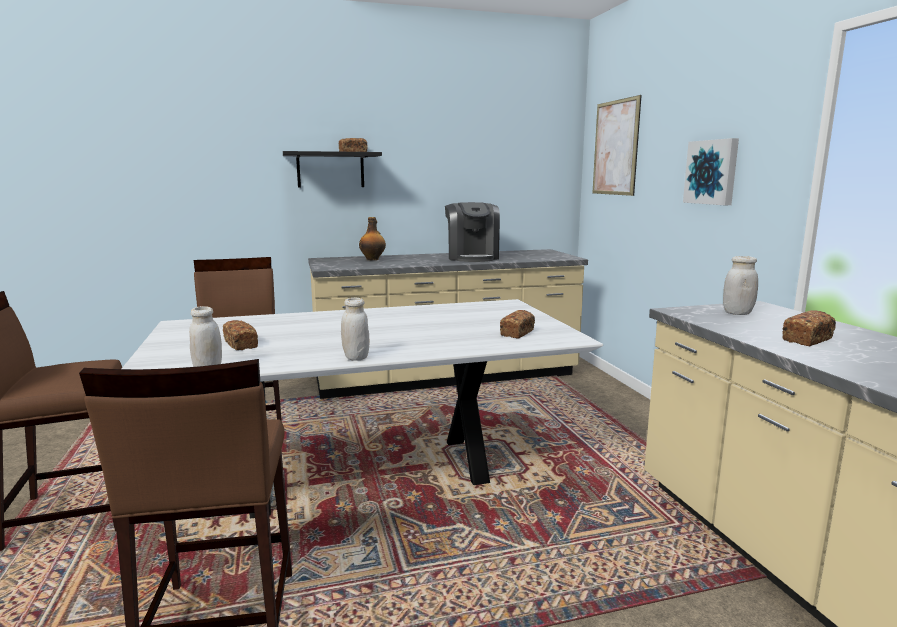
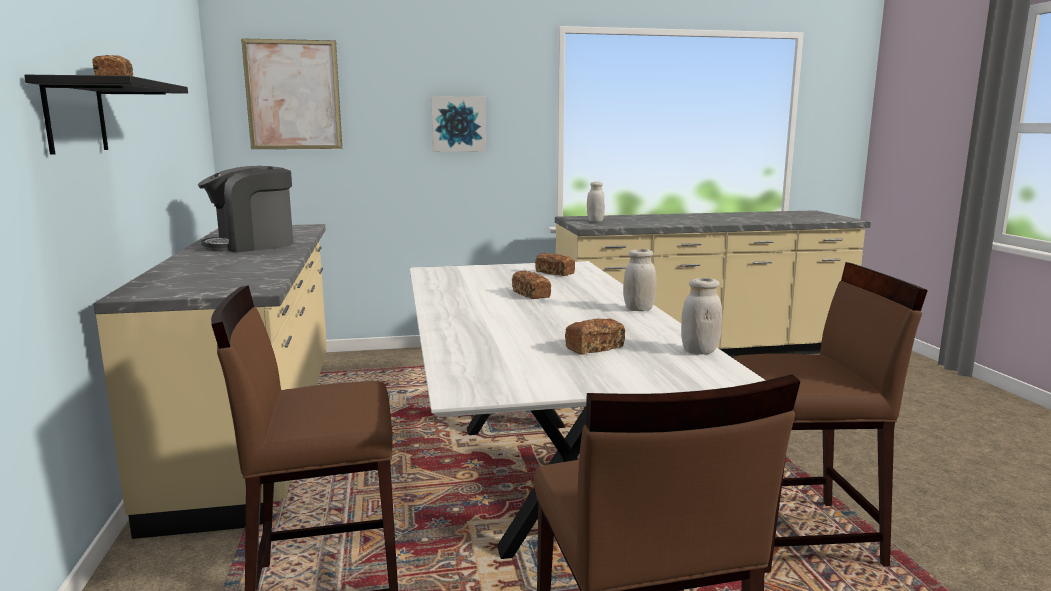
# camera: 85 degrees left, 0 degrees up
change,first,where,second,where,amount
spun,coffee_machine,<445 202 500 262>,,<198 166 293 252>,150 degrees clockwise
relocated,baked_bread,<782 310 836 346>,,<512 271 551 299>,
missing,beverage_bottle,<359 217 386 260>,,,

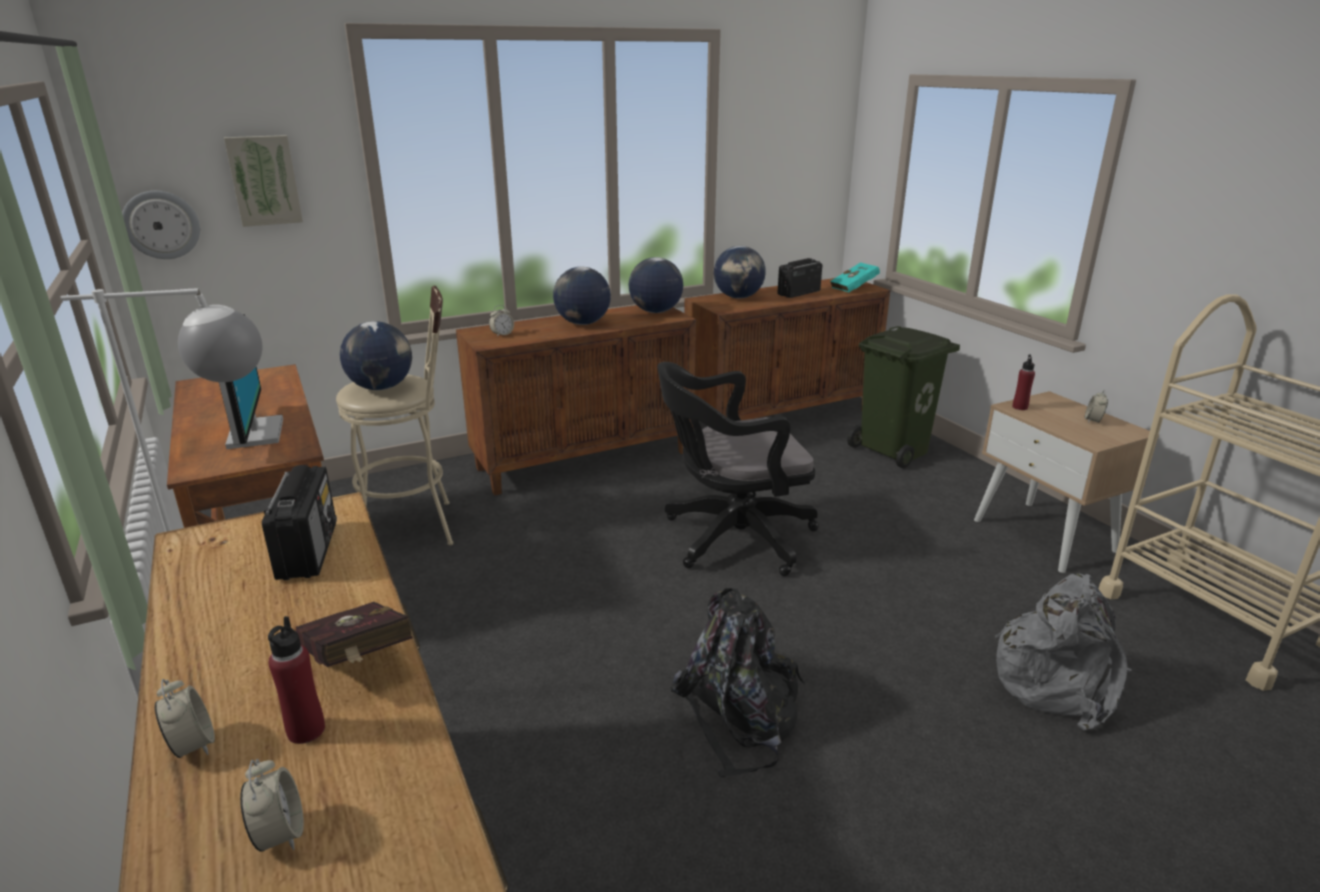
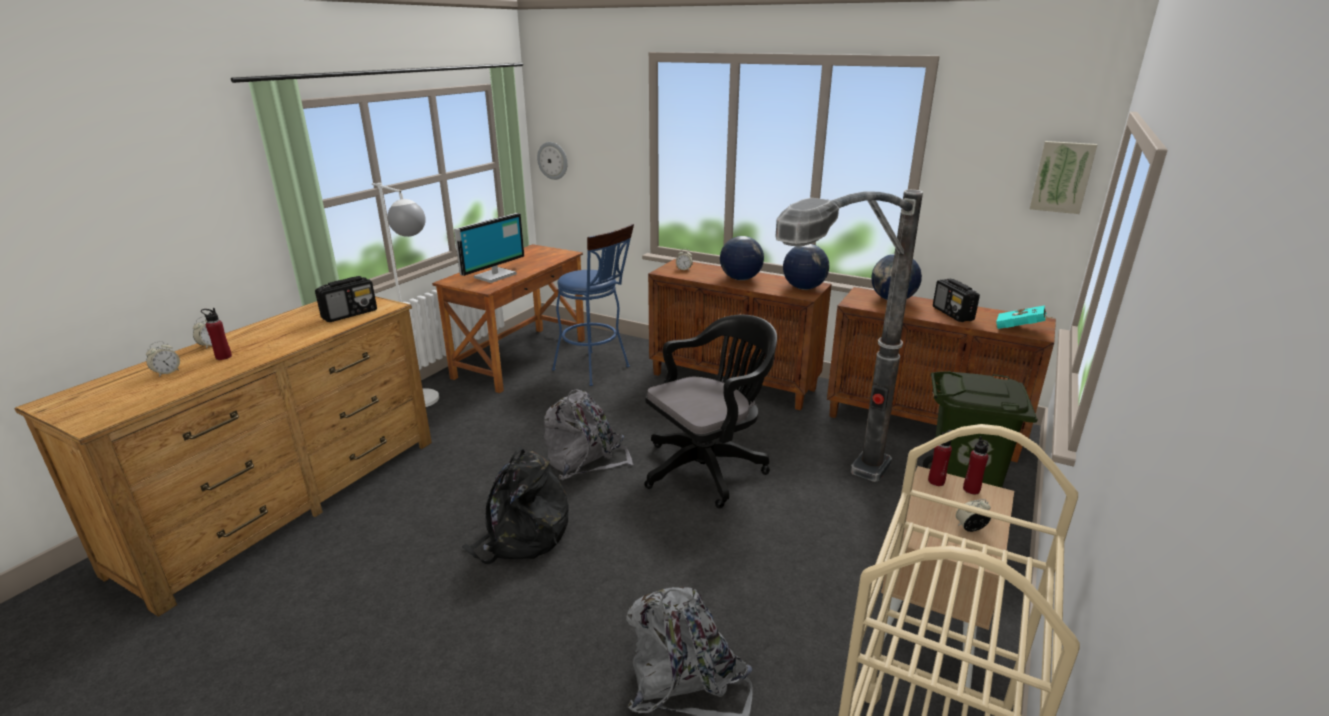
# camera: 55 degrees right, 0 degrees up
change,first,where,second,where,amount
appeared,,,grey_rucksack,<544 390 633 480>,
colour,sand-coloured_stool_seat,<336 286 453 545>,blue_stool_seat,<552 224 634 386>,
spun,black-coloured_office_chair,<657 362 819 576>,,<644 314 777 509>,105 degrees clockwise
appeared,,,standing_lamp,<776 190 923 482>,
spun,radio_receiver,<777 258 822 298>,,<933 279 980 322>,120 degrees counterclockwise
appeared,,,reddish_beverage_bottle,<963 436 989 494>,
relocated,wall_art,<224 135 303 227>,,<1030 141 1097 214>,
missing,reddish_bound_book,<296 602 413 667>,,,
missing,globe,<340 321 412 390>,,,

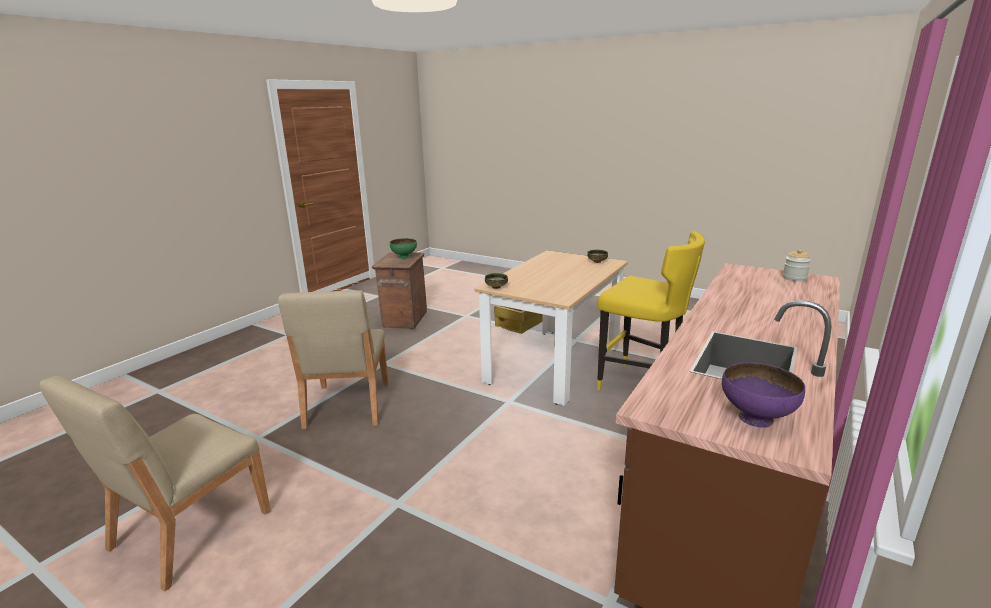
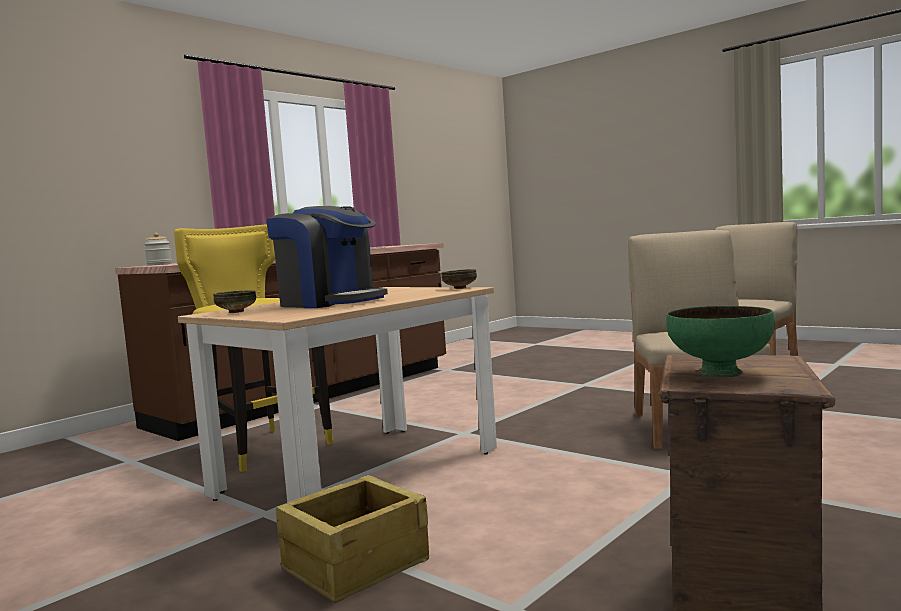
# camera: 170 degrees left, 15 degrees down
change,first,where,second,where,amount
appeared,,,coffee_machine,<266 206 388 308>,
missing,purple-coloured_serving_bowl,<722 362 805 428>,,,

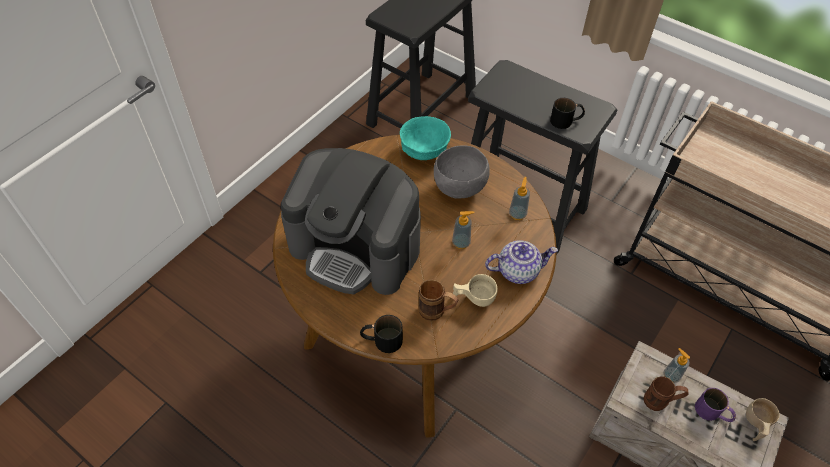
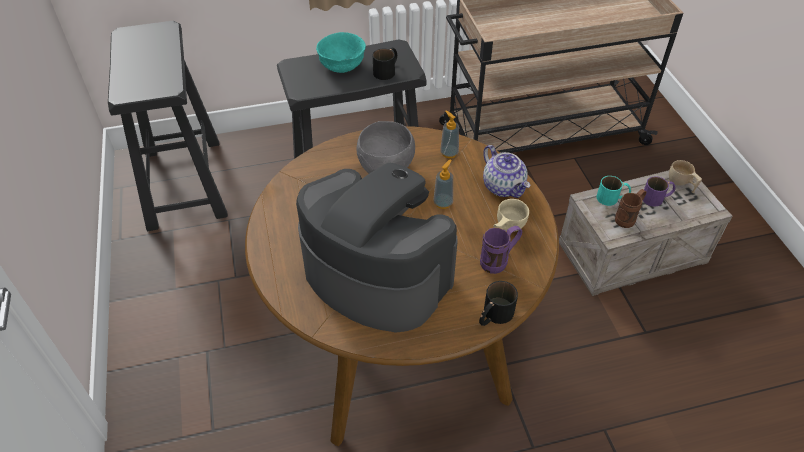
# camera: 50 degrees left, 5 degrees down
change,first,where,second,where,amount
spun,coffee_machine,<281 148 421 295>,,<296 163 458 333>,120 degrees counterclockwise
relocated,turquoise-coloured_serving_bowl,<400 116 451 160>,,<316 32 366 73>,
colour,brownish_coffee_mug,<419 280 458 321>,purple-coloured_coffee_mug,<480 226 522 274>,
spun,pot_for_tea,<485 240 558 284>,,<483 145 530 198>,120 degrees clockwise
exchanged,soap_bottle,<664 348 690 383>,turquoise-coloured_coffee_mug,<596 176 631 206>,

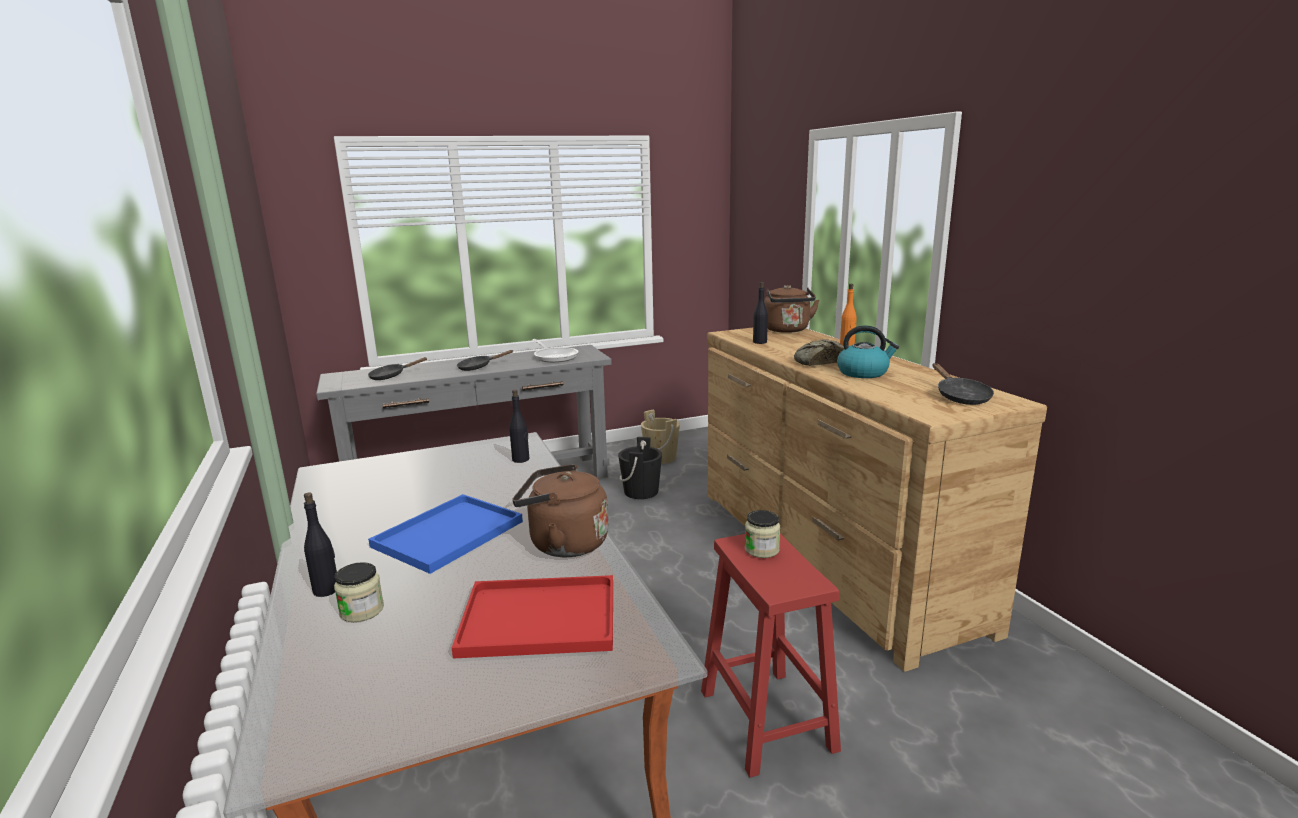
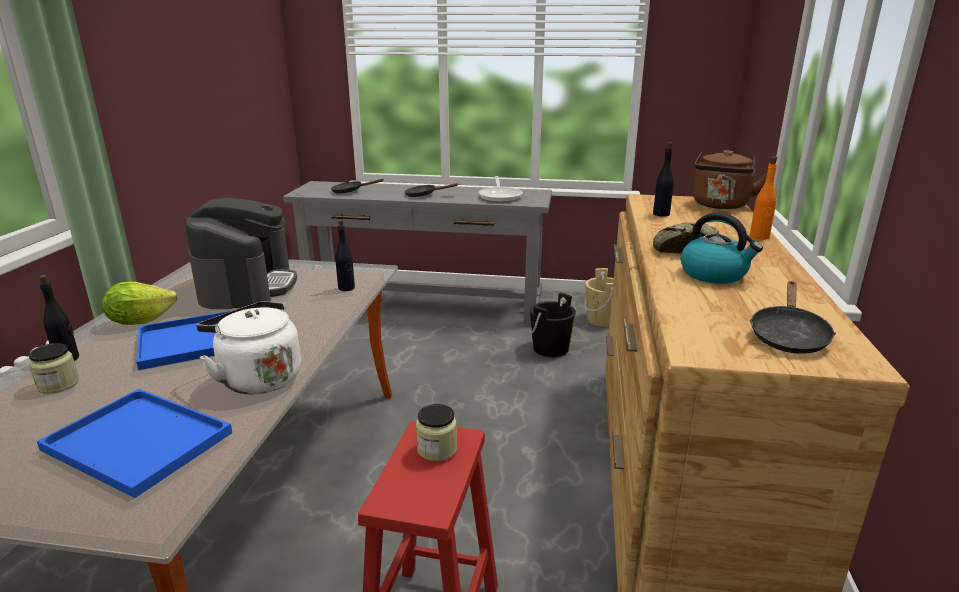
# camera: 30 degrees right, 5 degrees up
change,first,where,second,where,amount
colour,reddish_carrying_tray,<452 575 613 659>,blue_carrying_tray,<37 389 232 498>,
appeared,,,lettuce_head,<102 282 177 325>,
appeared,,,coffee_machine,<185 198 297 309>,
colour,brownish_kettle,<512 464 609 557>,white_kettle,<196 301 301 395>,

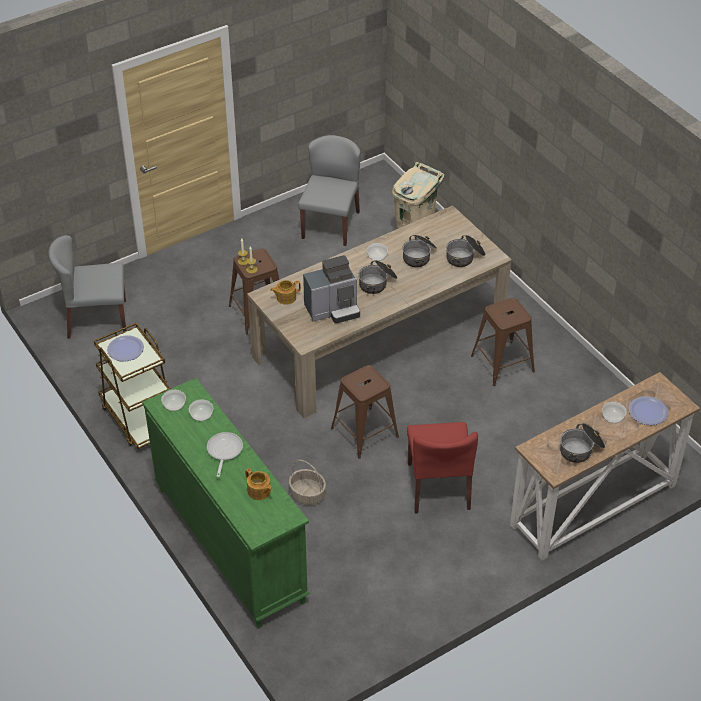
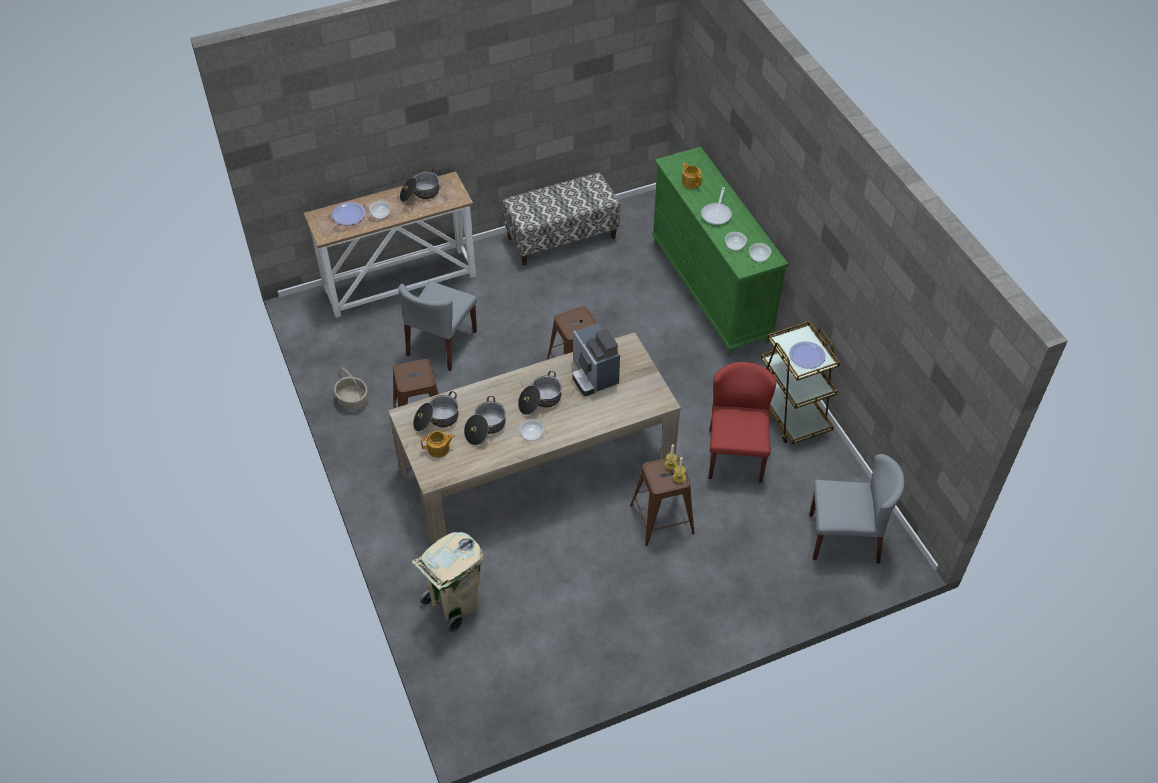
# camera: 170 degrees left, 5 degrees up
change,first,where,second,where,amount
relocated,household_basket,<289 460 326 505>,,<334 367 368 410>,
relocated,grey_plain_chair,<298 135 360 246>,,<398 281 477 371>,
relocated,pot_for_tea,<270 280 301 305>,,<421 431 455 458>,
appeared,,,long_seat,<503 172 620 265>,
spun,coffee_machine,<303 255 360 323>,,<572 323 620 396>,105 degrees counterclockwise
relocated,reddish_plain_chair,<407 422 478 514>,,<709 362 777 483>,

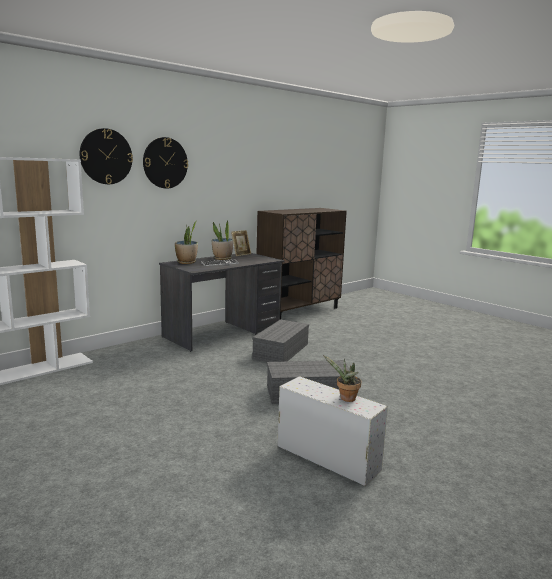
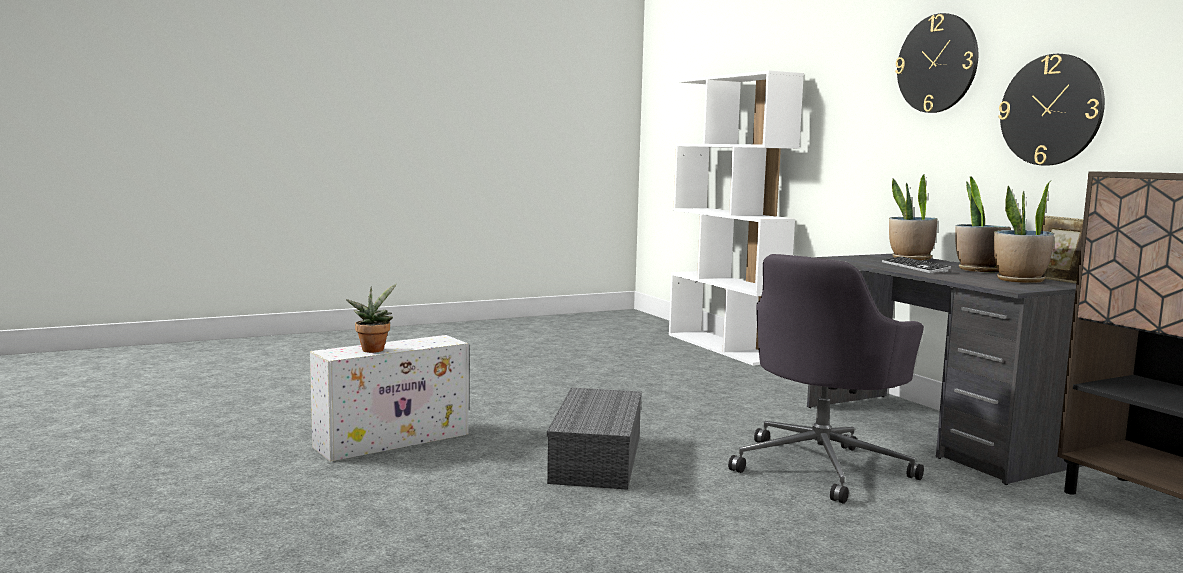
# camera: 105 degrees right, 5 degrees down
change,first,where,second,where,amount
exchanged,grey_storage_bin,<252 319 309 362>,grey_office_chair,<728 254 924 504>,
appeared,,,potted_plant,<994 181 1054 283>,
relocated,wall_clock,<80 128 133 184>,,<998 54 1105 166>,

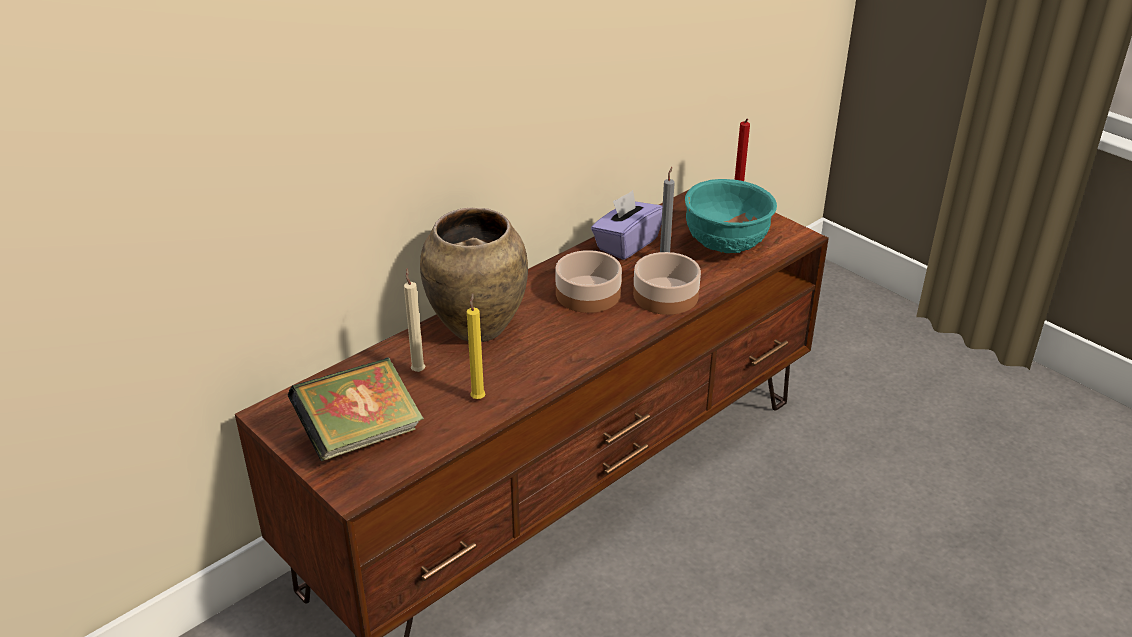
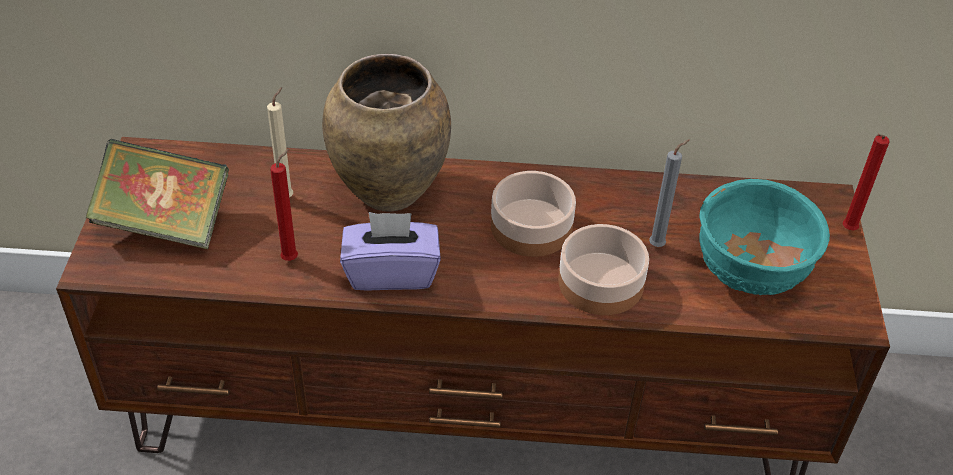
# camera: 45 degrees right, 10 degrees up
change,first,where,second,where,amount
colour,yellow_wax_candle,<467 293 485 399>,reddish_wax_candle,<270 149 298 261>,
relocated,purple-coloured_box_of_tissues,<591 190 663 260>,,<340 212 441 291>,

